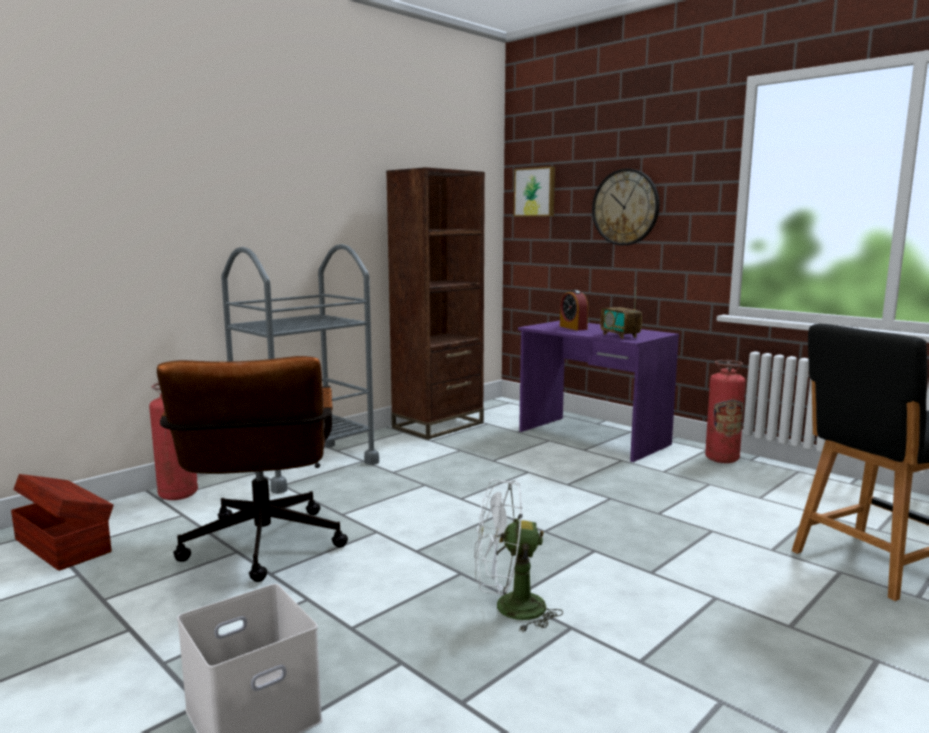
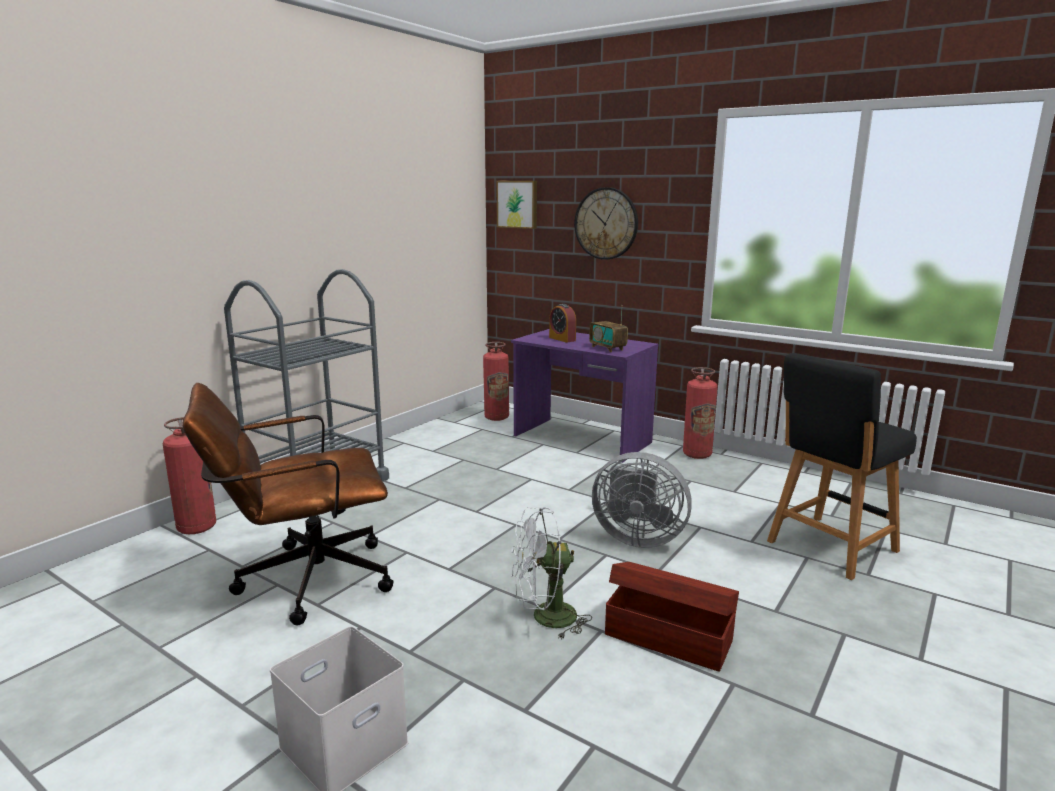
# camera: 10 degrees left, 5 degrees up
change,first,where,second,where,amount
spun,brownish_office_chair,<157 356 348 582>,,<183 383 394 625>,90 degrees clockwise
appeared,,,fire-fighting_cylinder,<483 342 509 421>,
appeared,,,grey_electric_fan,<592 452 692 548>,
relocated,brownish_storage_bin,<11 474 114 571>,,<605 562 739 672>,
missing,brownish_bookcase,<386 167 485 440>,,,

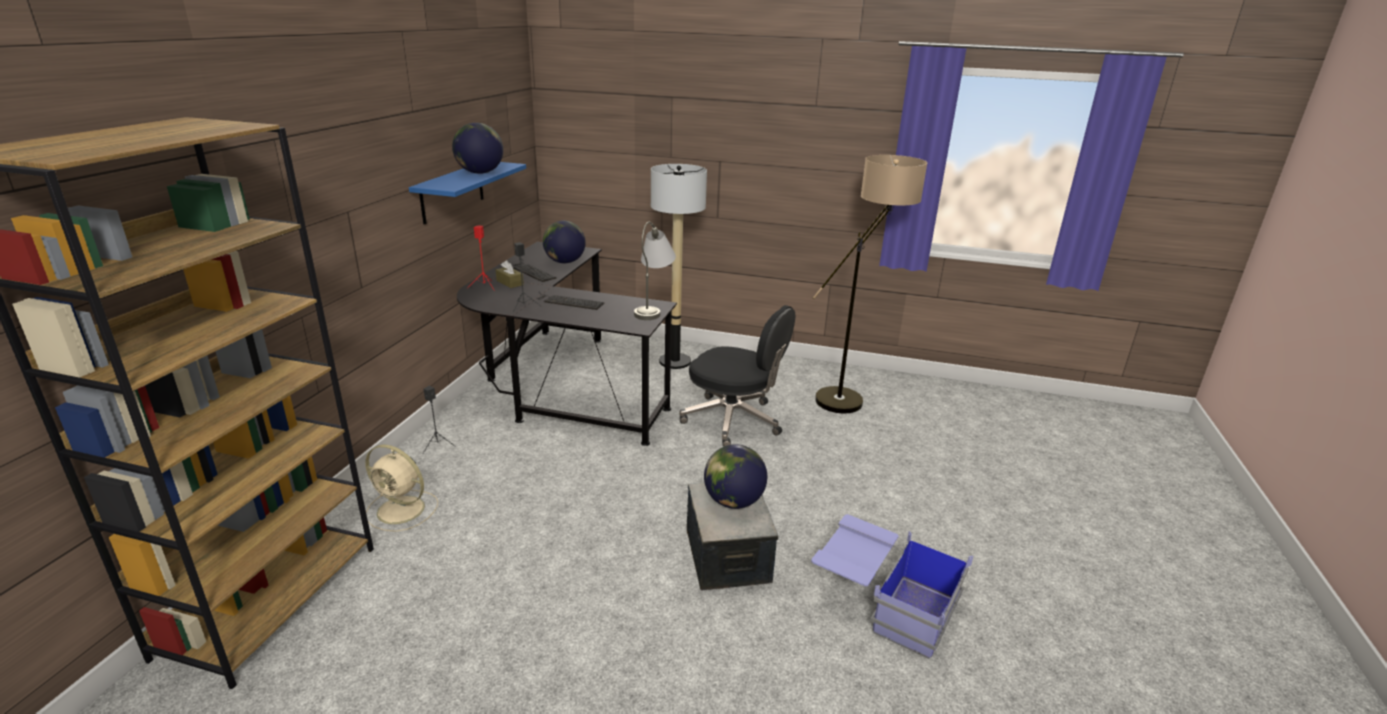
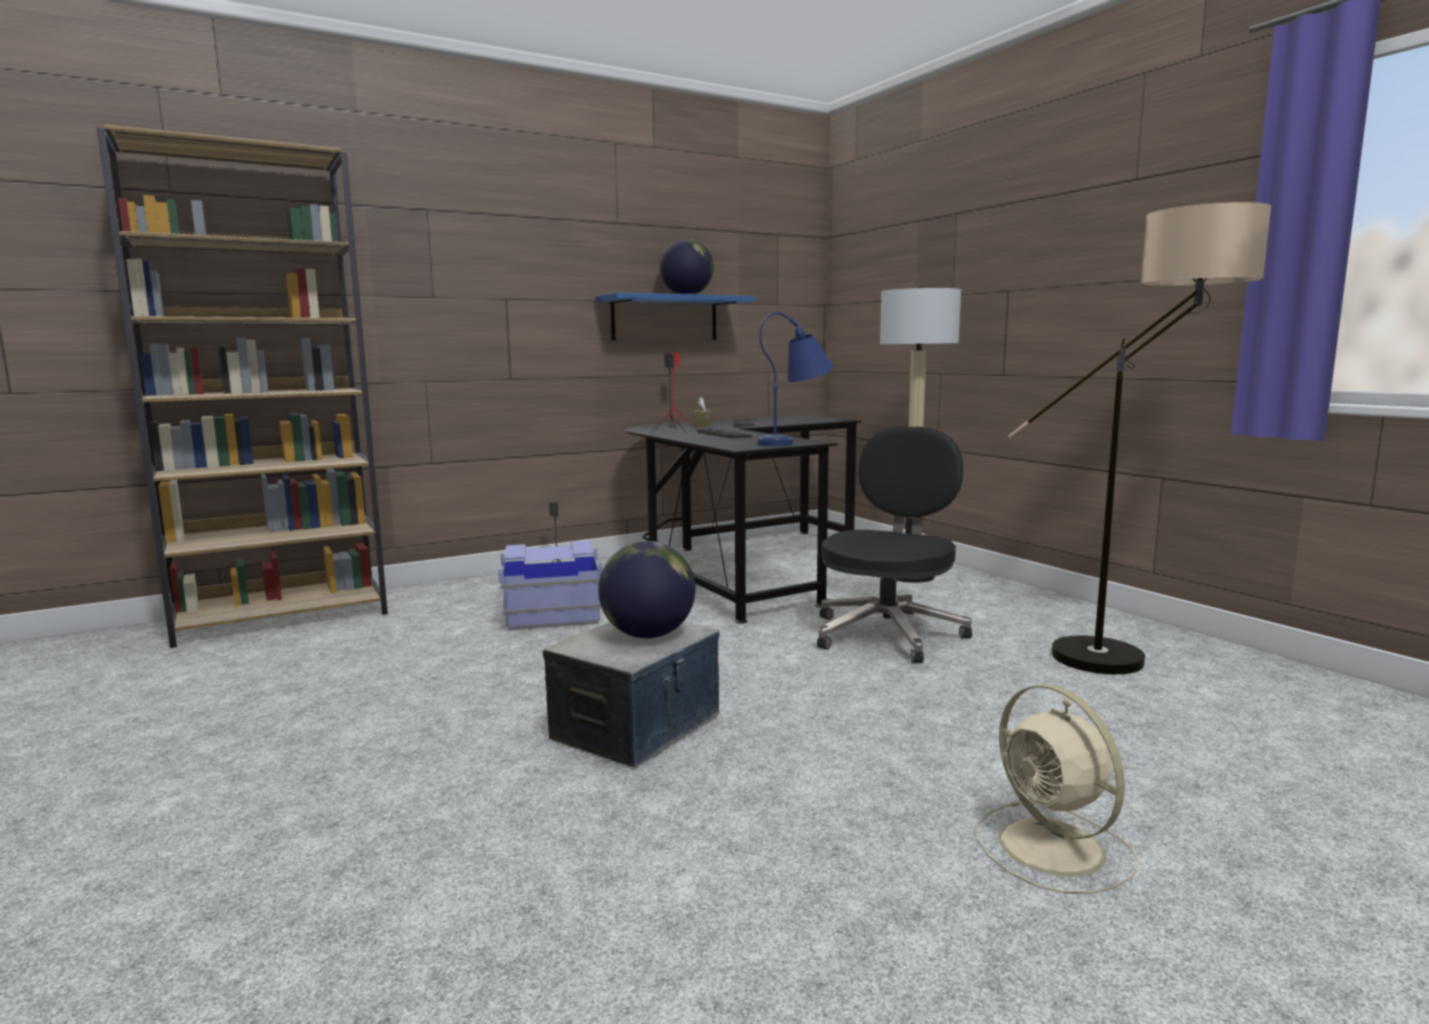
# camera: 45 degrees right, 15 degrees down
change,first,where,second,where,amount
relocated,blue_storage_bin,<811 514 973 659>,,<498 541 603 631>,
colour,grey_tabletop_lamp,<634 222 676 320>,blue_tabletop_lamp,<757 312 834 446>,
spun,black-coloured_office_chair,<679 305 795 446>,,<817 426 972 663>,135 degrees counterclockwise
relocated,sand-coloured_electric_fan,<365 445 438 532>,,<976 684 1139 894>,
missing,globe,<543 221 586 263>,,,

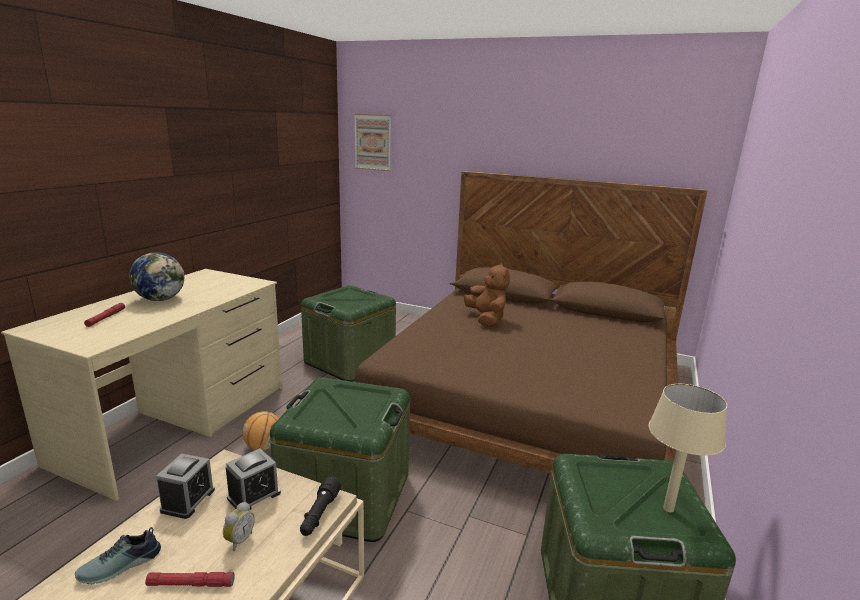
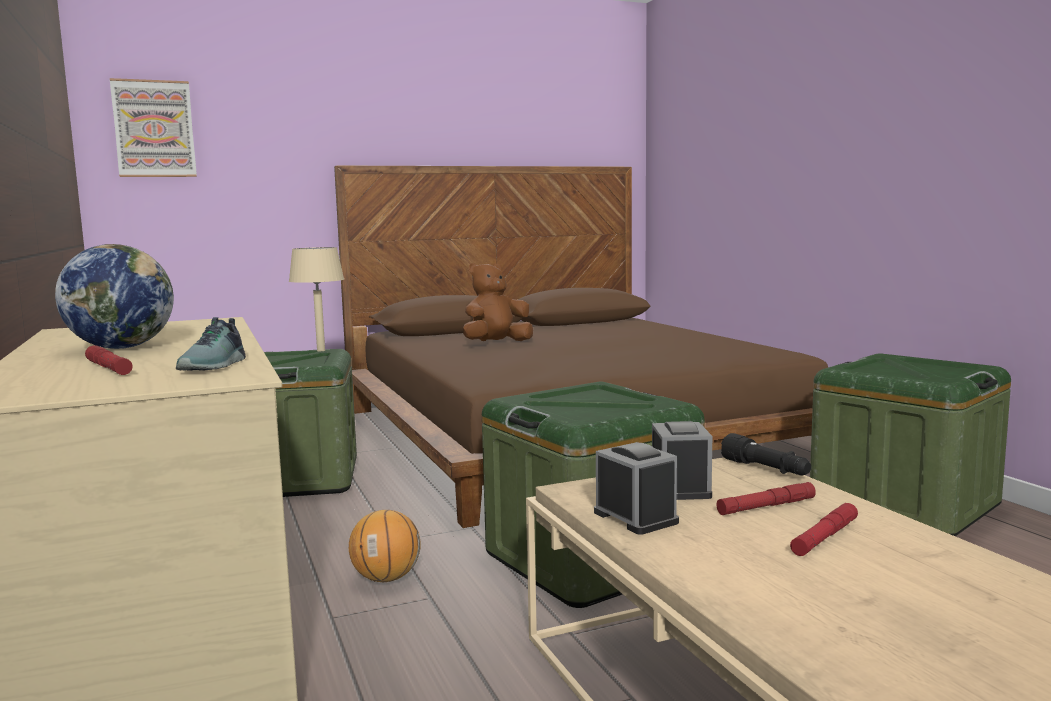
# camera: 45 degrees left, 10 degrees down
change,first,where,second,where,amount
relocated,item_of_footwear,<75 527 161 584>,,<176 317 246 371>,
relocated,sand-coloured_tabletop_lamp,<648 384 727 512>,,<289 247 344 351>,
spun,brownish_plush_toy,<464 263 510 327>,,<463 263 533 341>,60 degrees counterclockwise
exchanged,table_clock,<223 502 255 551>,reddish_torch,<716 482 816 515>,

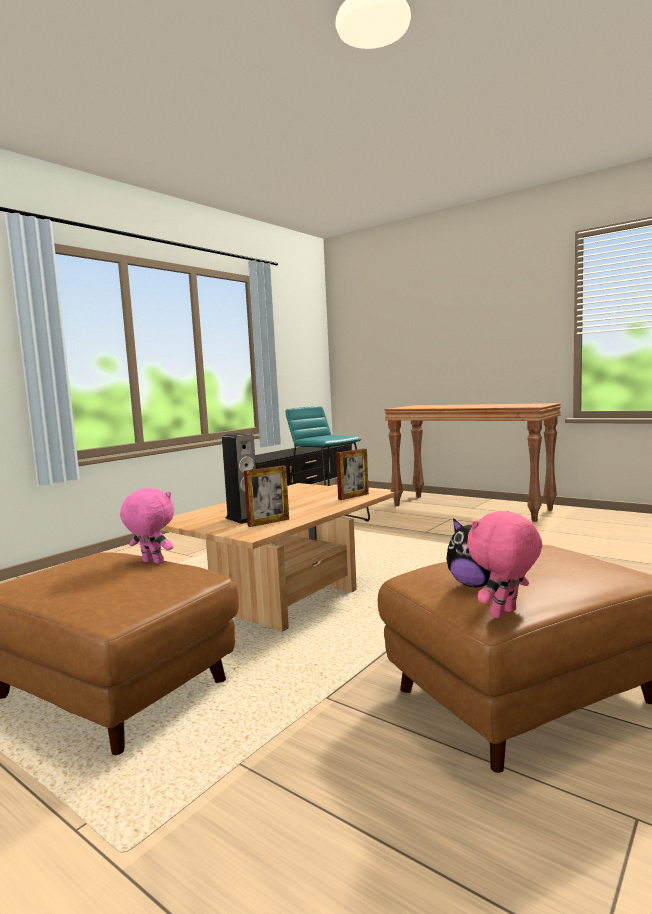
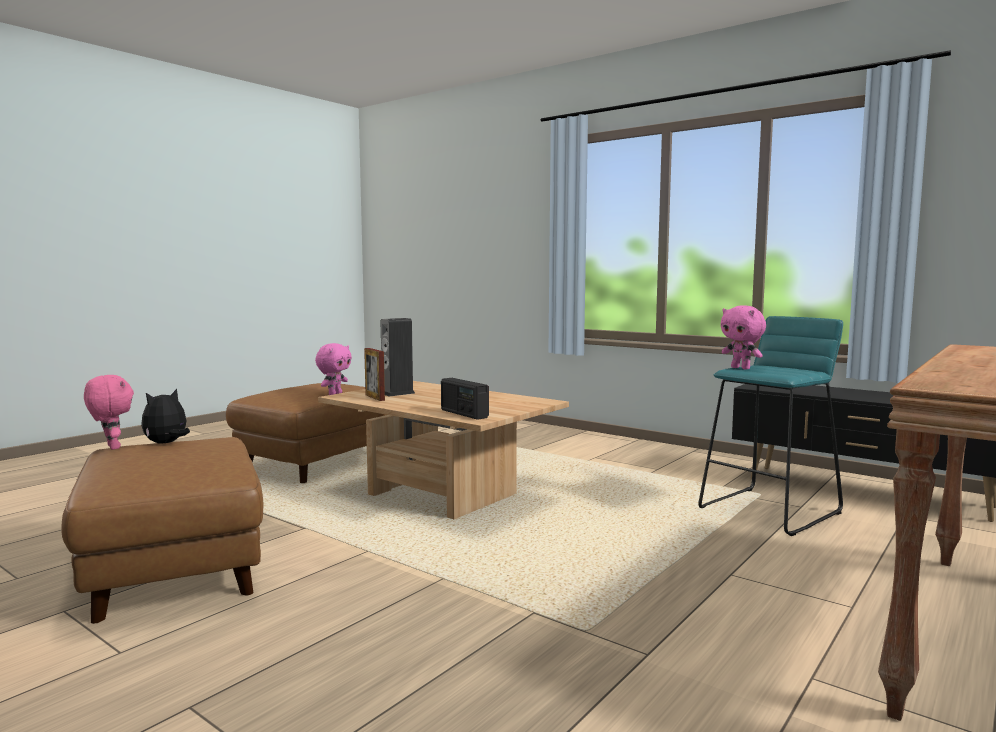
# camera: 90 degrees right, 0 degrees up
change,first,where,second,where,amount
exchanged,picture_frame,<336 449 369 500>,radio_receiver,<441 378 489 420>,
appeared,,,pinkish_plush_toy,<721 305 766 370>,

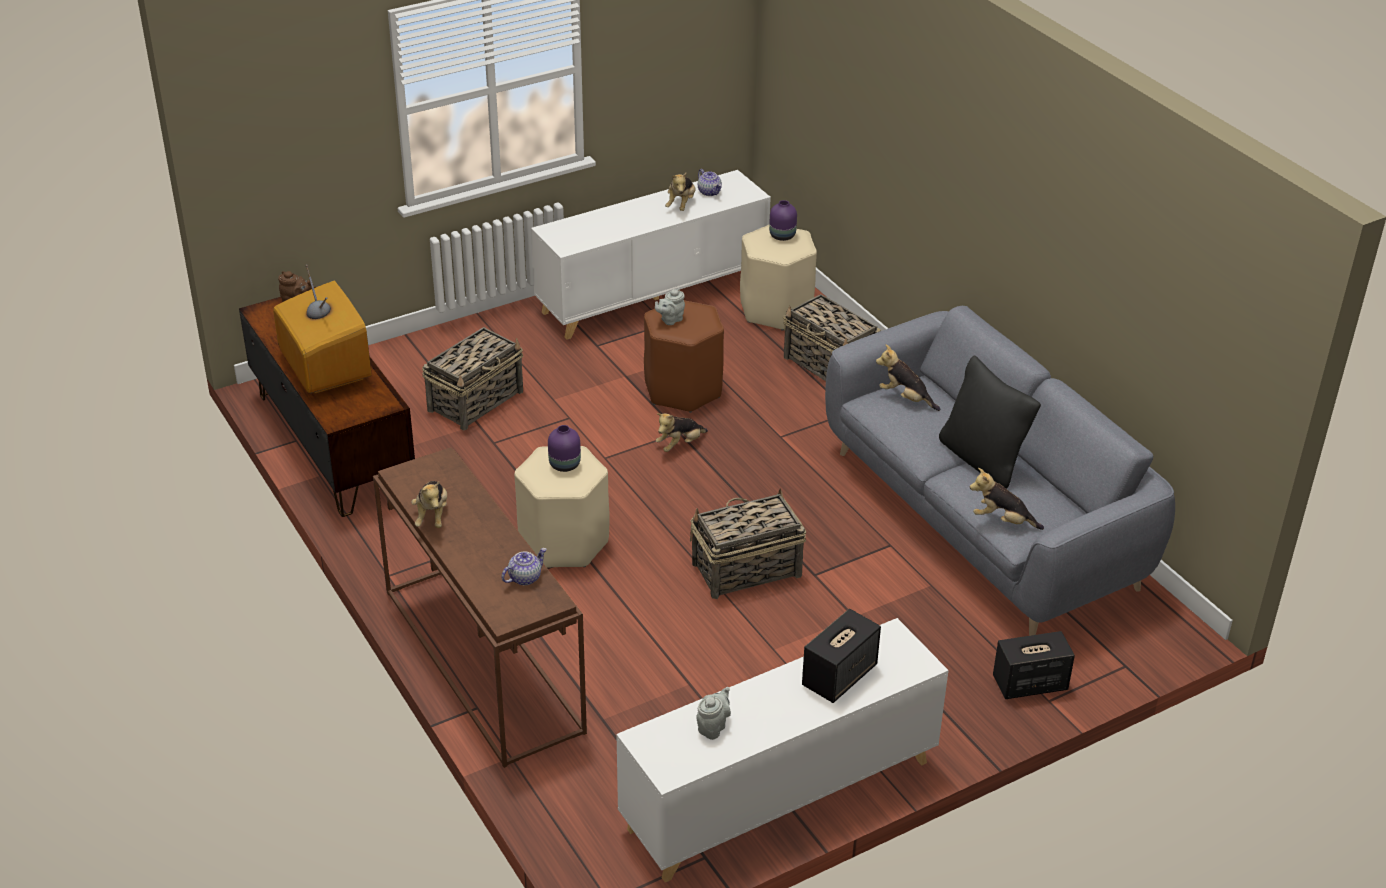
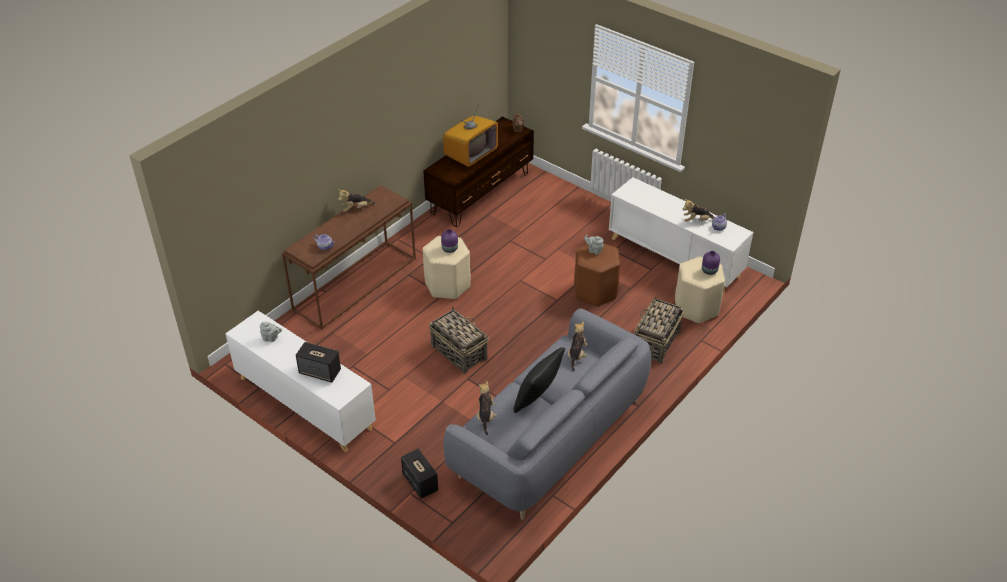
# camera: 70 degrees right, 5 degrees up
change,first,where,second,where,amount
missing,household_basket,<422 327 523 430>,,,
missing,plush_toy,<656 413 708 452>,,,

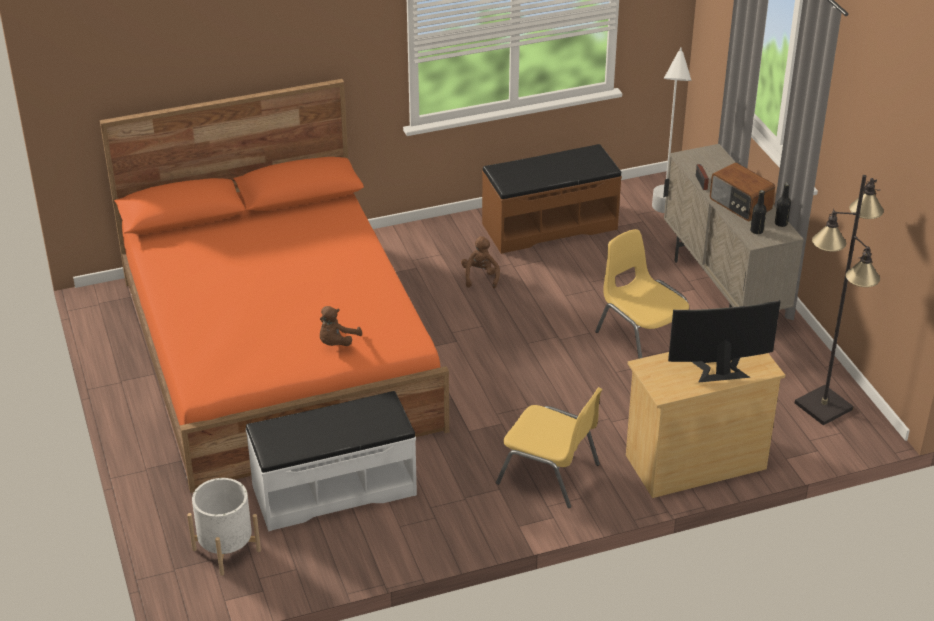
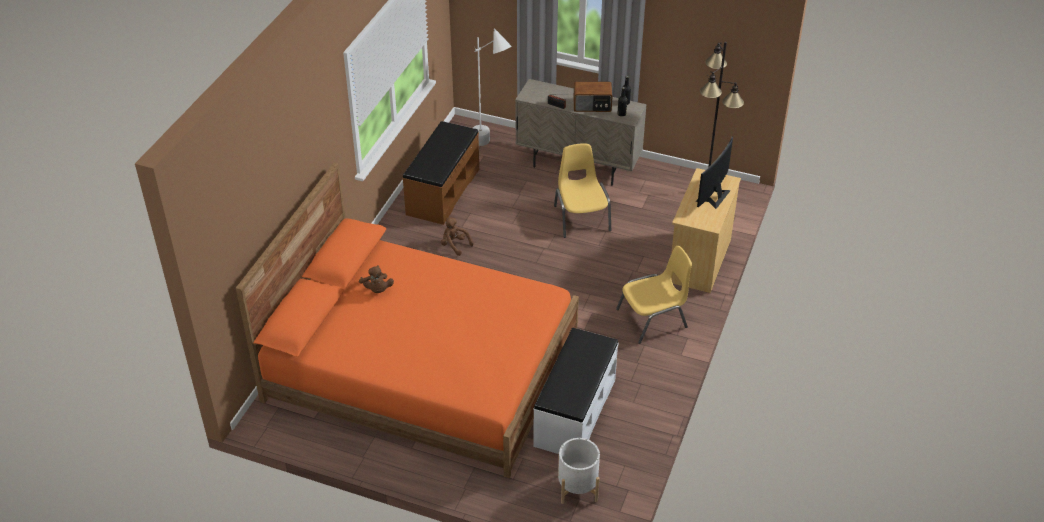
# camera: 50 degrees left, 5 degrees up
change,first,where,second,where,amount
relocated,brownish_plush_toy,<320 306 362 346>,,<359 265 394 293>,
spun,yellow_plain_chair,<595 229 689 359>,,<554 143 611 238>,75 degrees clockwise

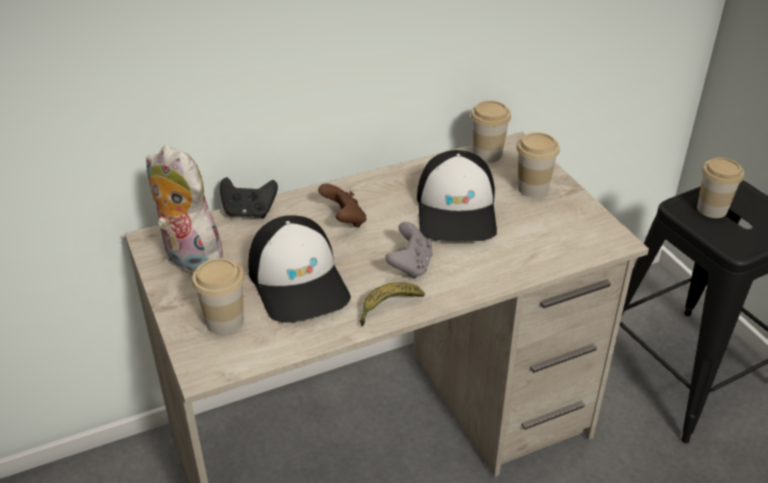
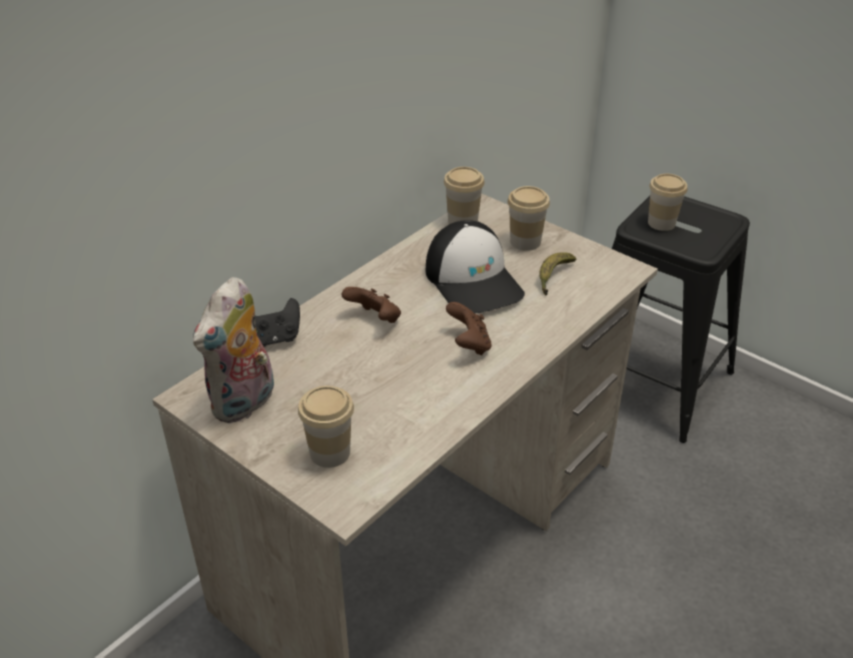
# camera: 25 degrees left, 0 degrees up
change,first,where,second,where,amount
spun,plush_toy,<146 145 223 275>,,<193 277 274 423>,75 degrees counterclockwise
colour,grey_game_controller,<385 222 433 279>,brownish_game_controller,<446 302 492 355>,
relocated,whole_banana,<360 282 425 326>,,<539 252 577 296>,
missing,baseball_cap,<248 215 351 323>,,,

